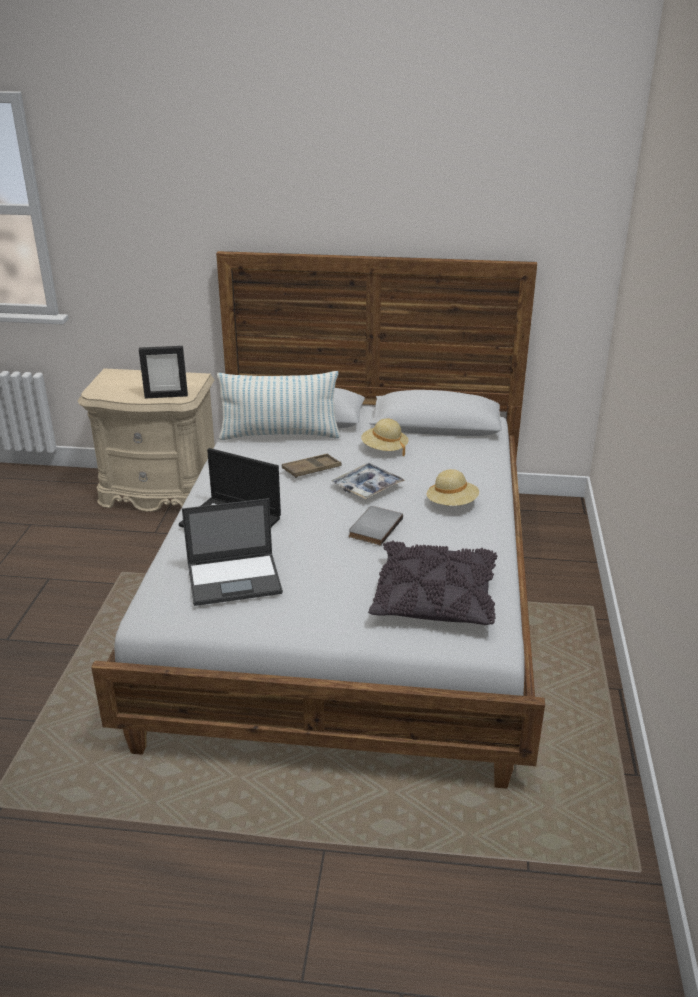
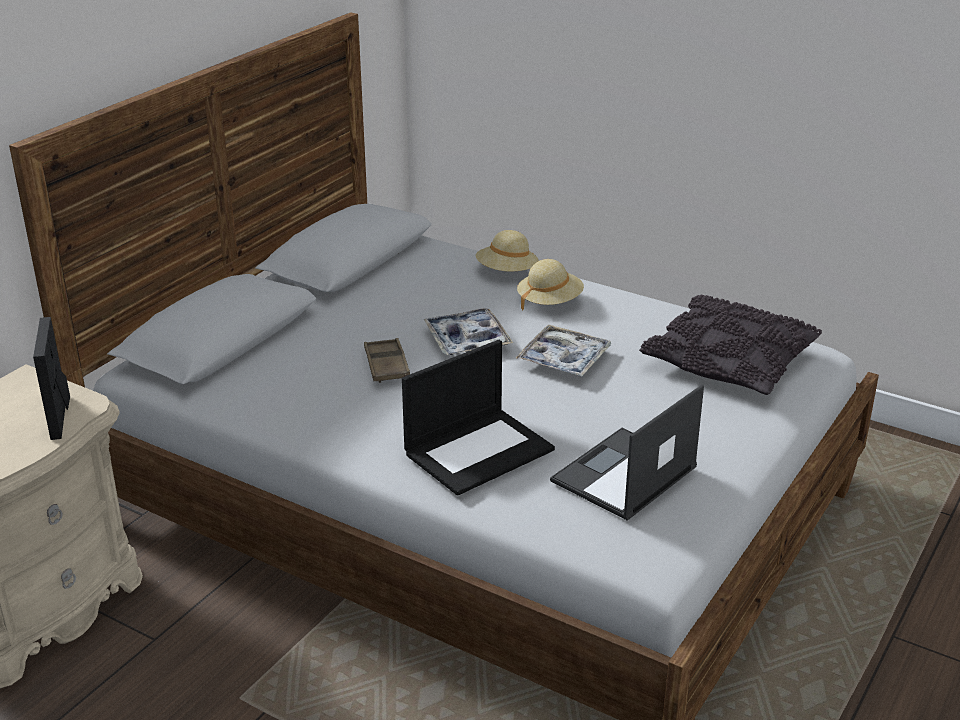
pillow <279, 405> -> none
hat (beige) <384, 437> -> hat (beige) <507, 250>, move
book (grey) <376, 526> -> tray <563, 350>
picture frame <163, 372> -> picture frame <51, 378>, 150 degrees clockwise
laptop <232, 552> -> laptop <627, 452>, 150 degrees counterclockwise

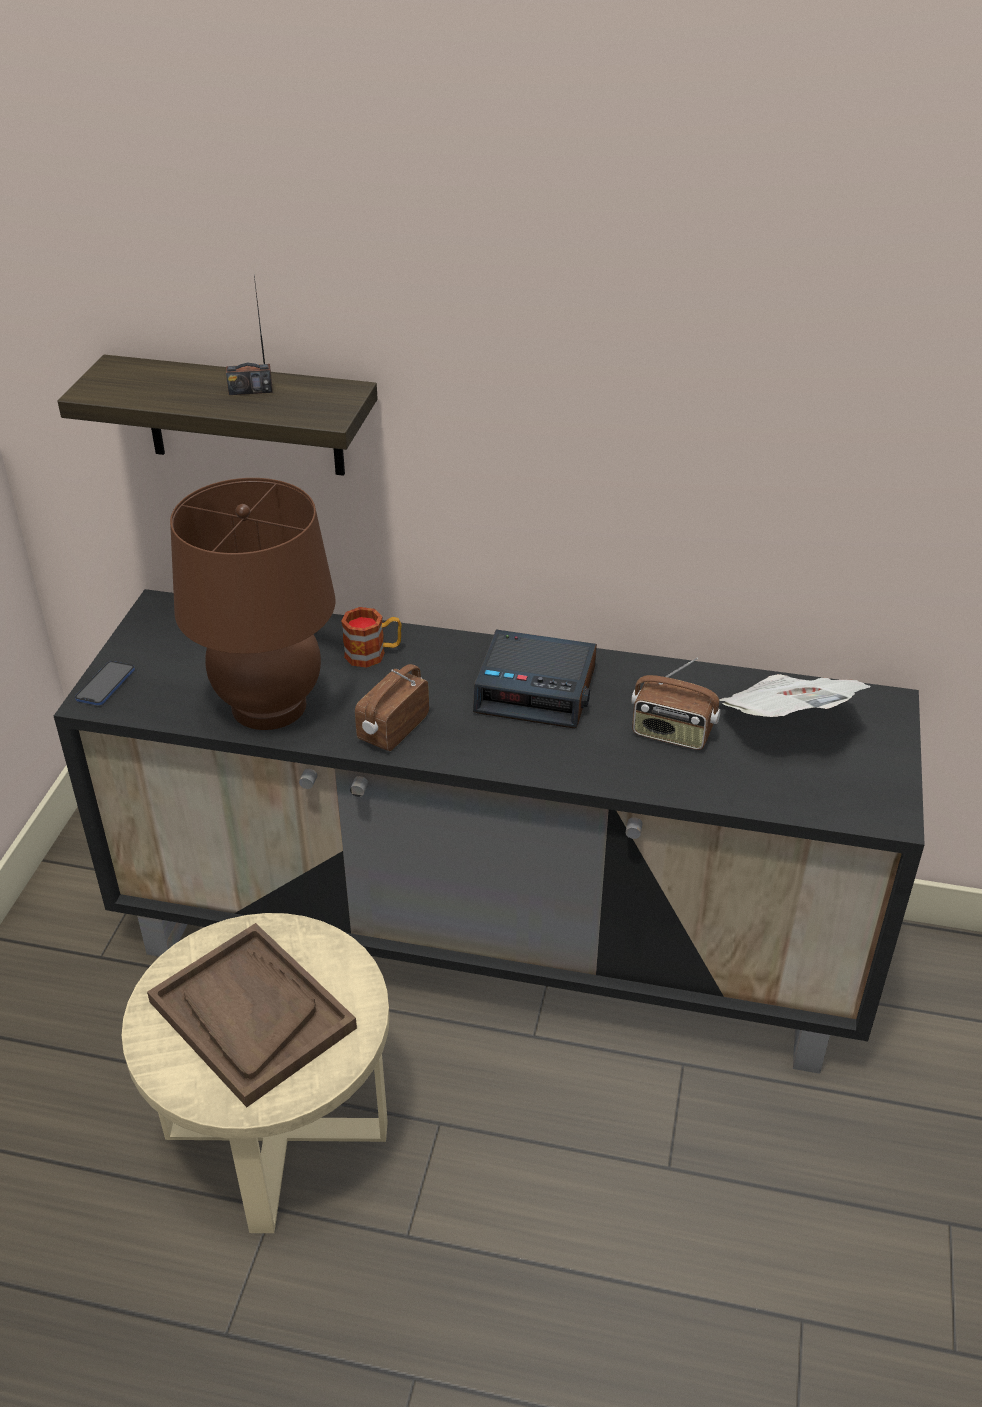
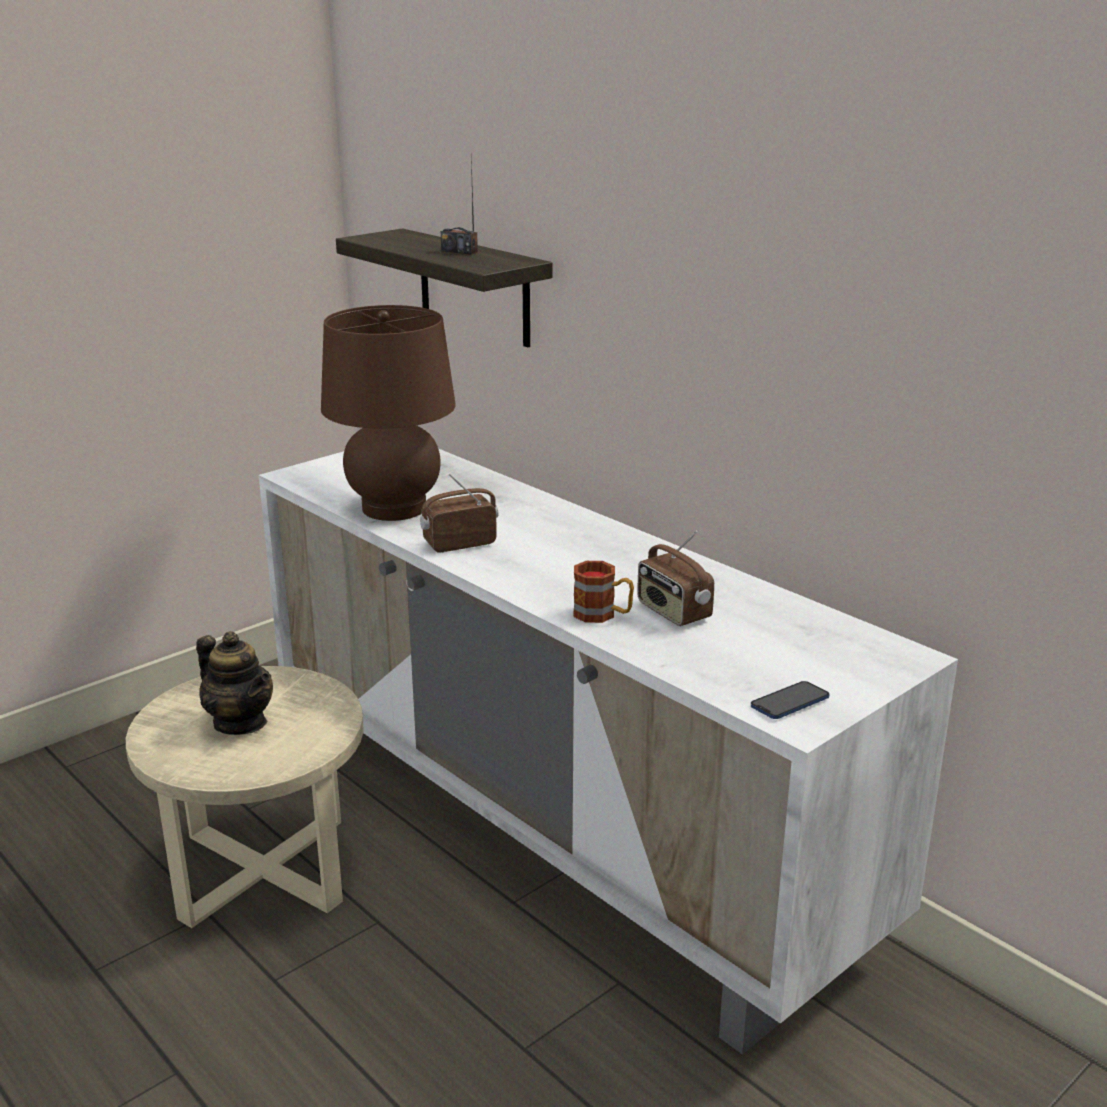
alarm clock <535, 679> -> none
newspaper <795, 695> -> none
phone <105, 683> -> phone <790, 700>, move
mug <371, 637> -> mug <603, 592>, move
tray (brown) <252, 1015> -> teapot <234, 683>
tv stand (black) <489, 831> -> tv stand (white) <608, 752>

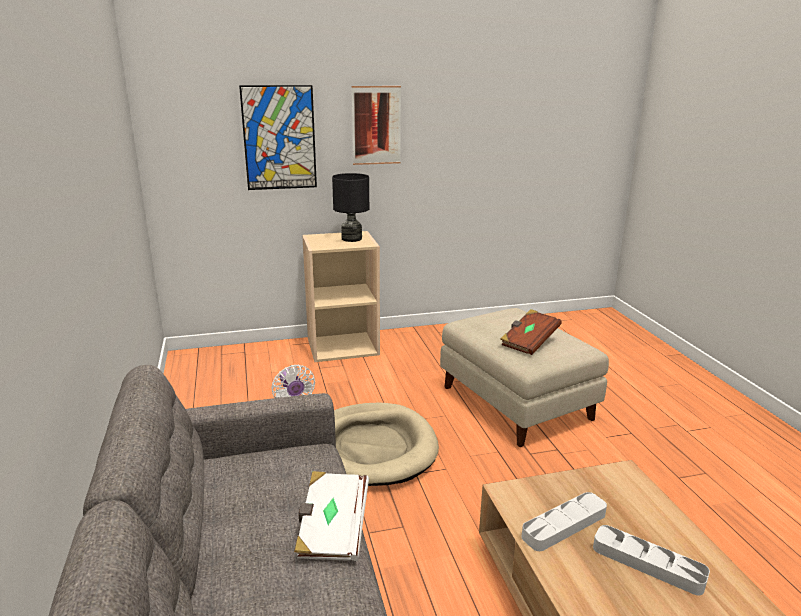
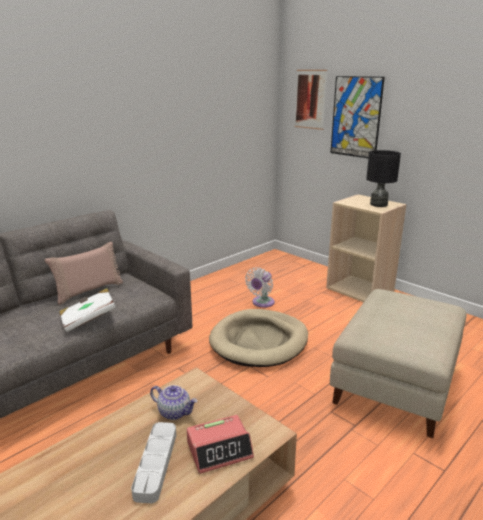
book (brown) <531, 332> -> none
none -> pillow (beige) <84, 273>
none -> alarm clock <220, 444>
picture <376, 125> -> picture <310, 100>, move
tray (grey) <564, 521> -> teapot <173, 402>

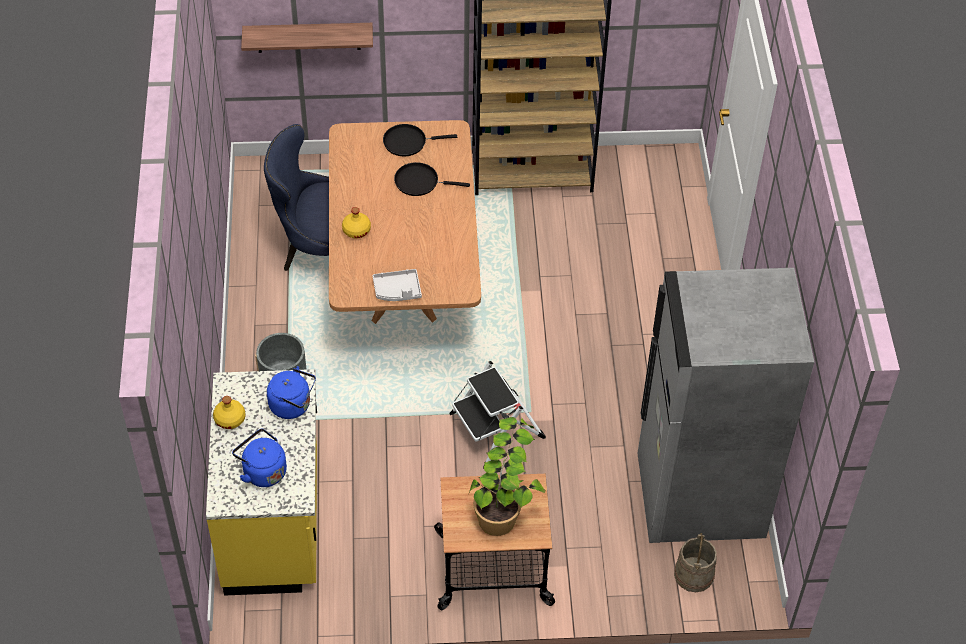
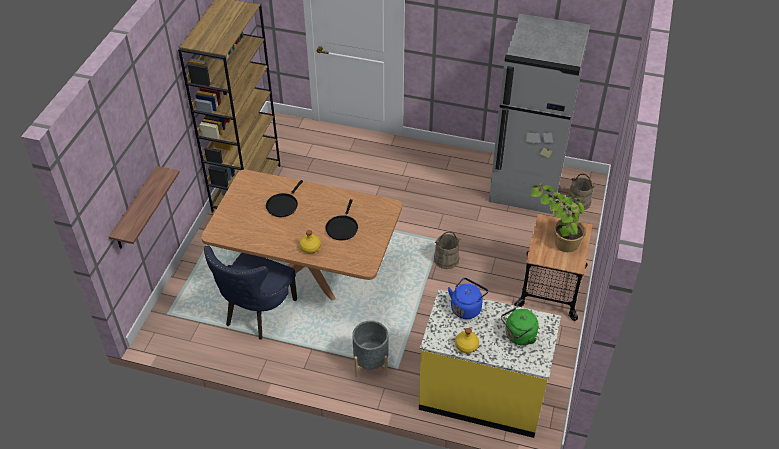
tray (grey) <397, 285> -> none
frying pan (black) <420, 140> -> frying pan (black) <342, 219>, move
step ladder <497, 414> -> bucket (beige) <447, 250>
kettle (blue) <259, 457> -> kettle (green) <520, 326>

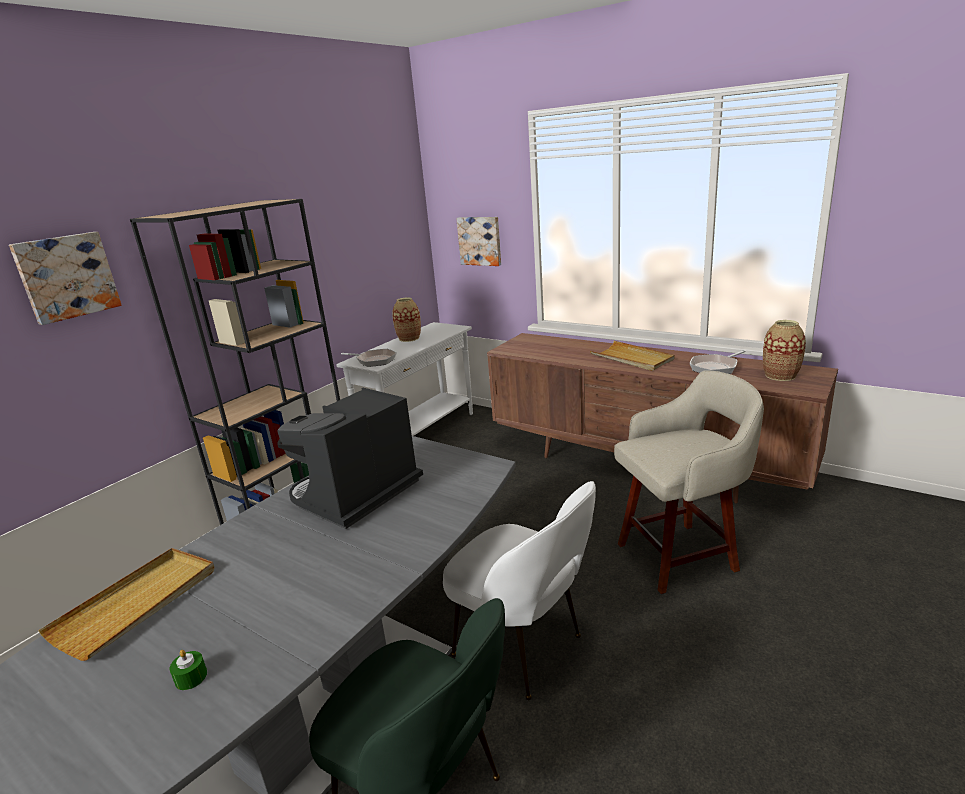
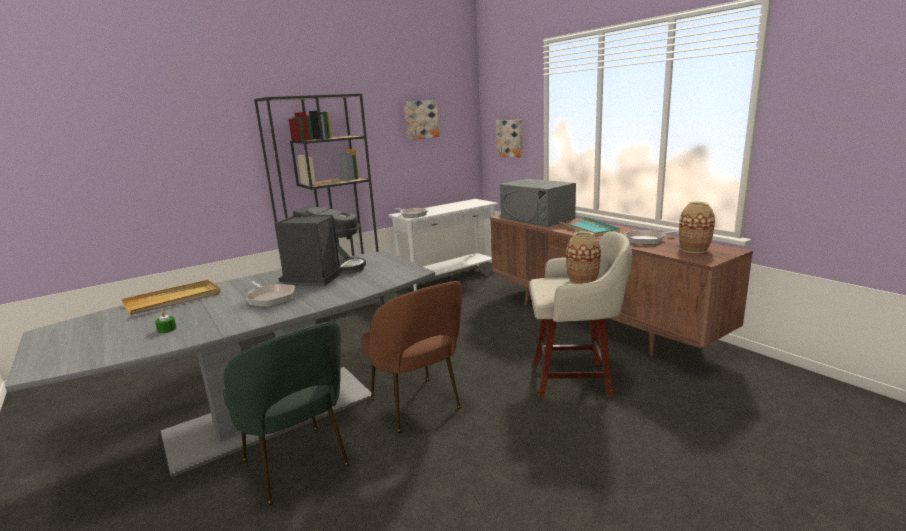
none -> frying pan <270, 294>
none -> microwave (grey) <538, 203>
picture <65, 278> -> picture <421, 120>, move
vase <406, 319> -> vase <583, 257>, move
chair (white) <519, 590> -> chair (brown) <412, 357>
tray (beige) <632, 356> -> tray (turquoise) <589, 227>
coffee machine <350, 458> -> coffee machine <320, 246>, 135 degrees clockwise

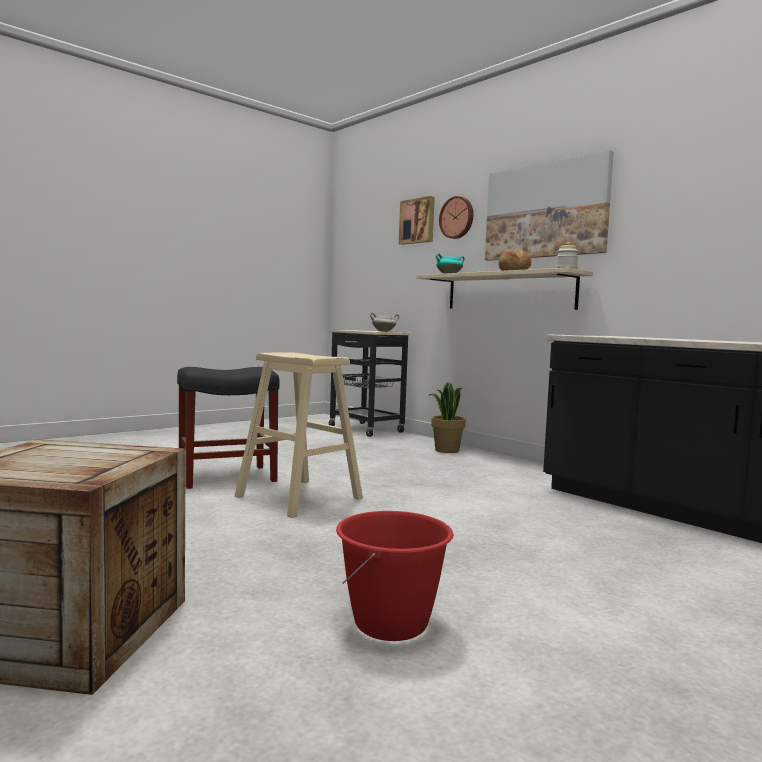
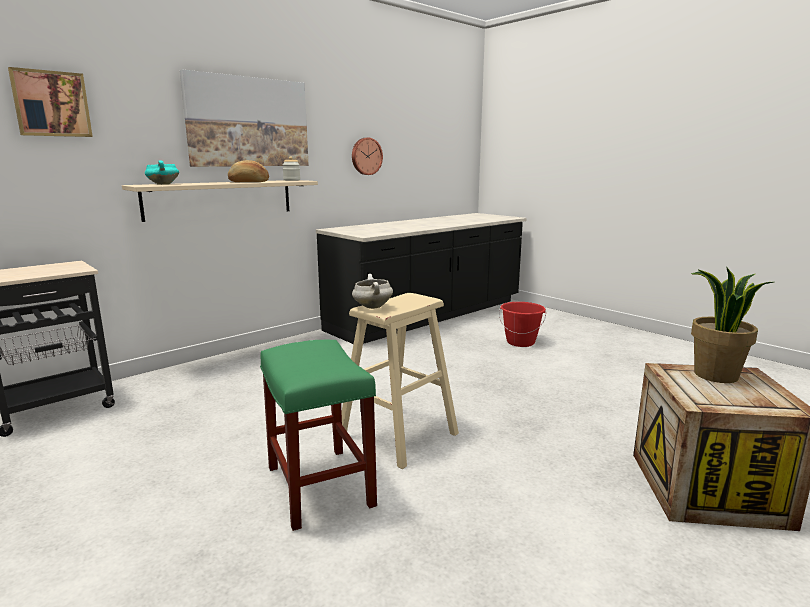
bucket (red) <395, 576> -> bucket (red) <522, 324>, move
cooking pot (white) <384, 322> -> cooking pot (white) <372, 291>, move
potted plant <447, 417> -> potted plant <732, 324>, move
wall clock <456, 217> -> wall clock <367, 156>, move
stool (black) <228, 428> -> stool (green) <318, 435>

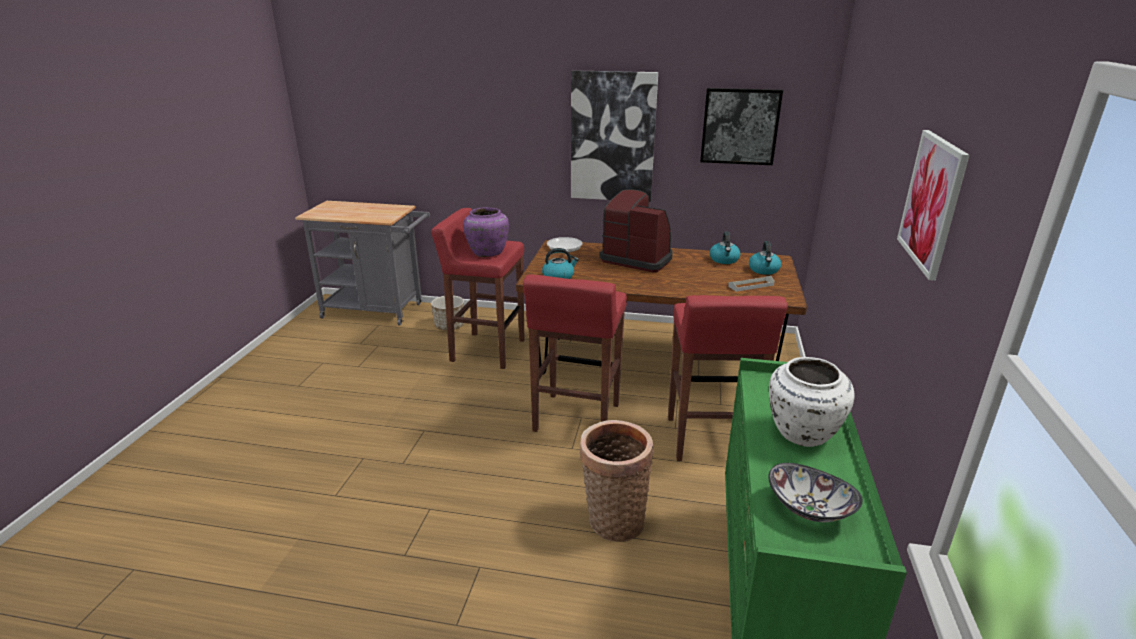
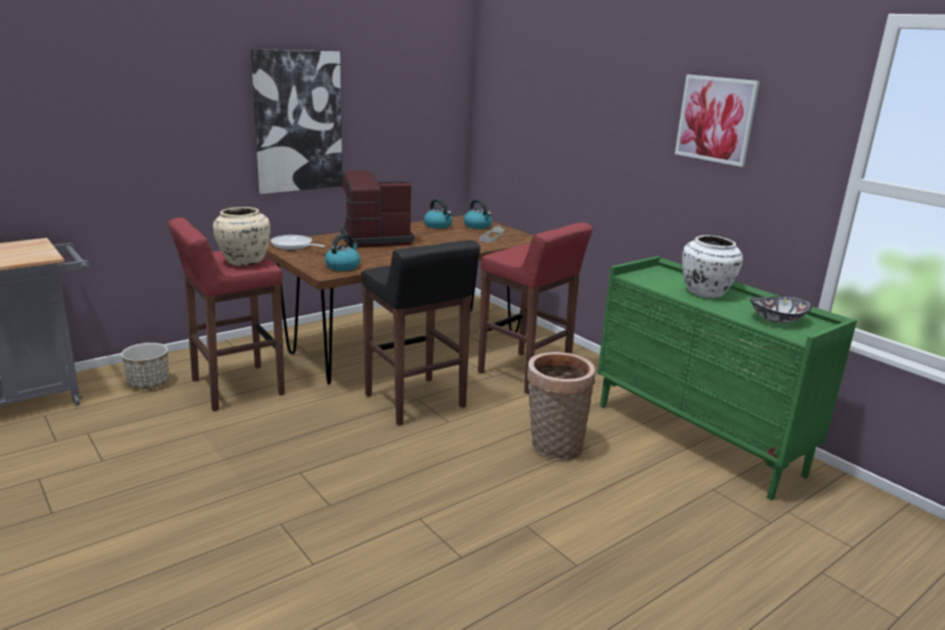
picture <741, 126> -> none
vase (purple) <486, 232> -> vase (beige) <241, 236>
stool (red) <575, 353> -> stool (black) <421, 333>

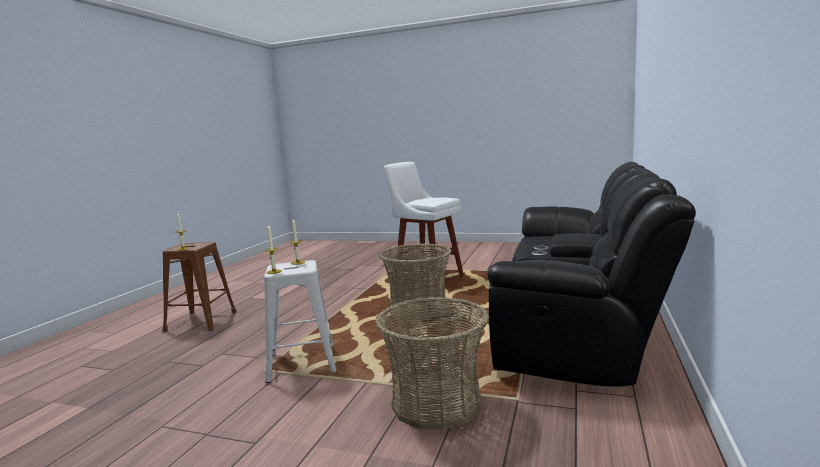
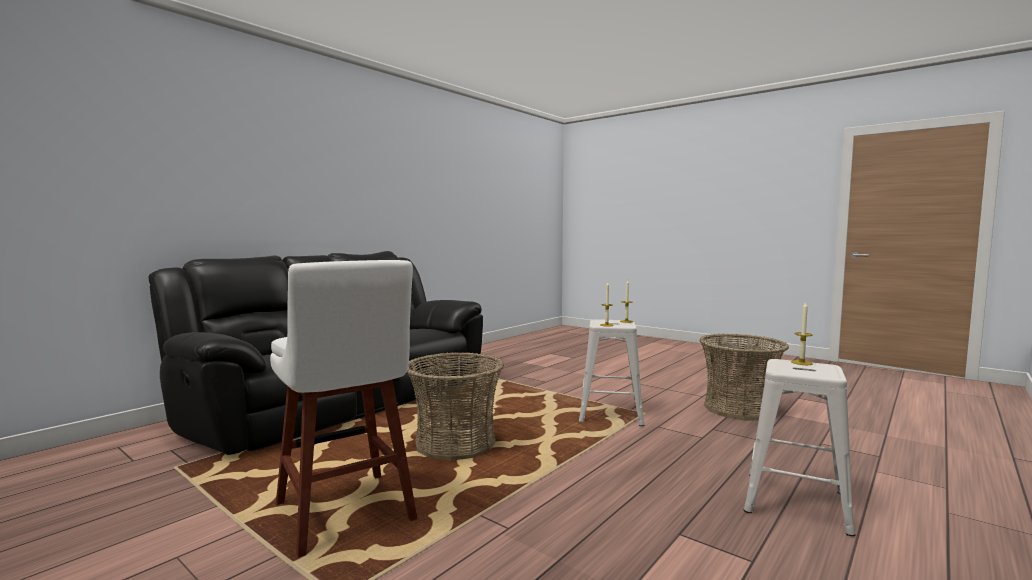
basket <432, 363> -> basket <744, 377>, move
stool (brown) <199, 287> -> stool (white) <799, 447>

